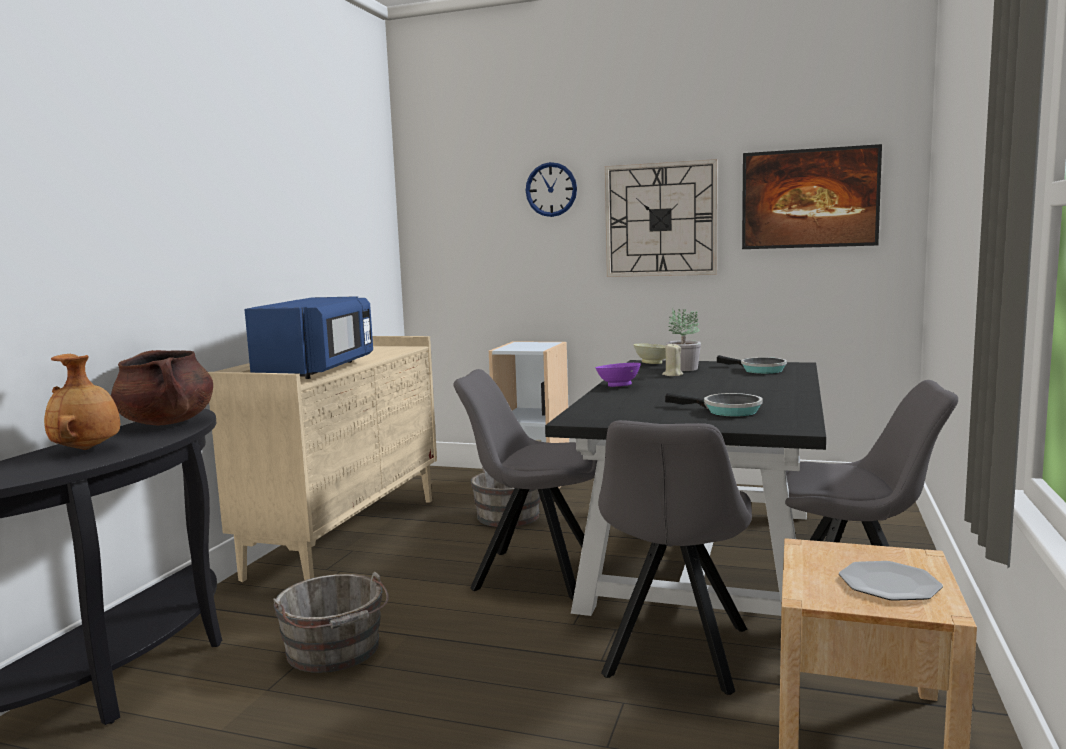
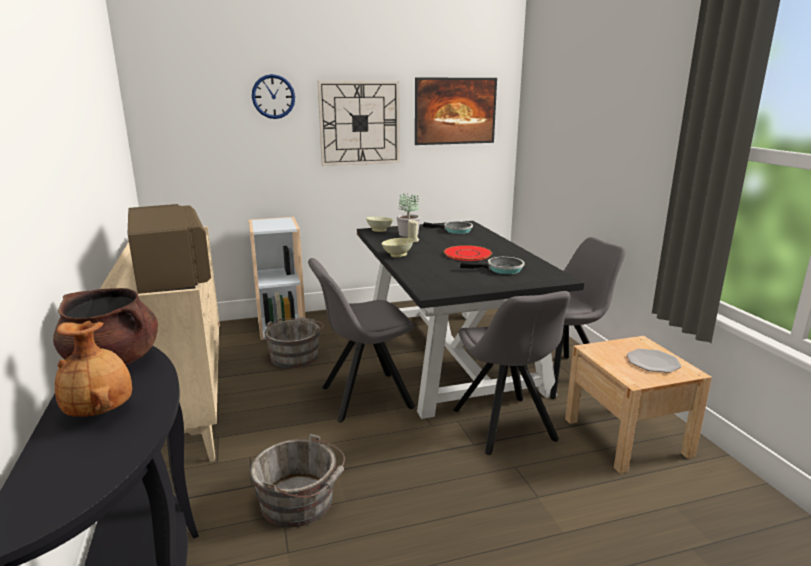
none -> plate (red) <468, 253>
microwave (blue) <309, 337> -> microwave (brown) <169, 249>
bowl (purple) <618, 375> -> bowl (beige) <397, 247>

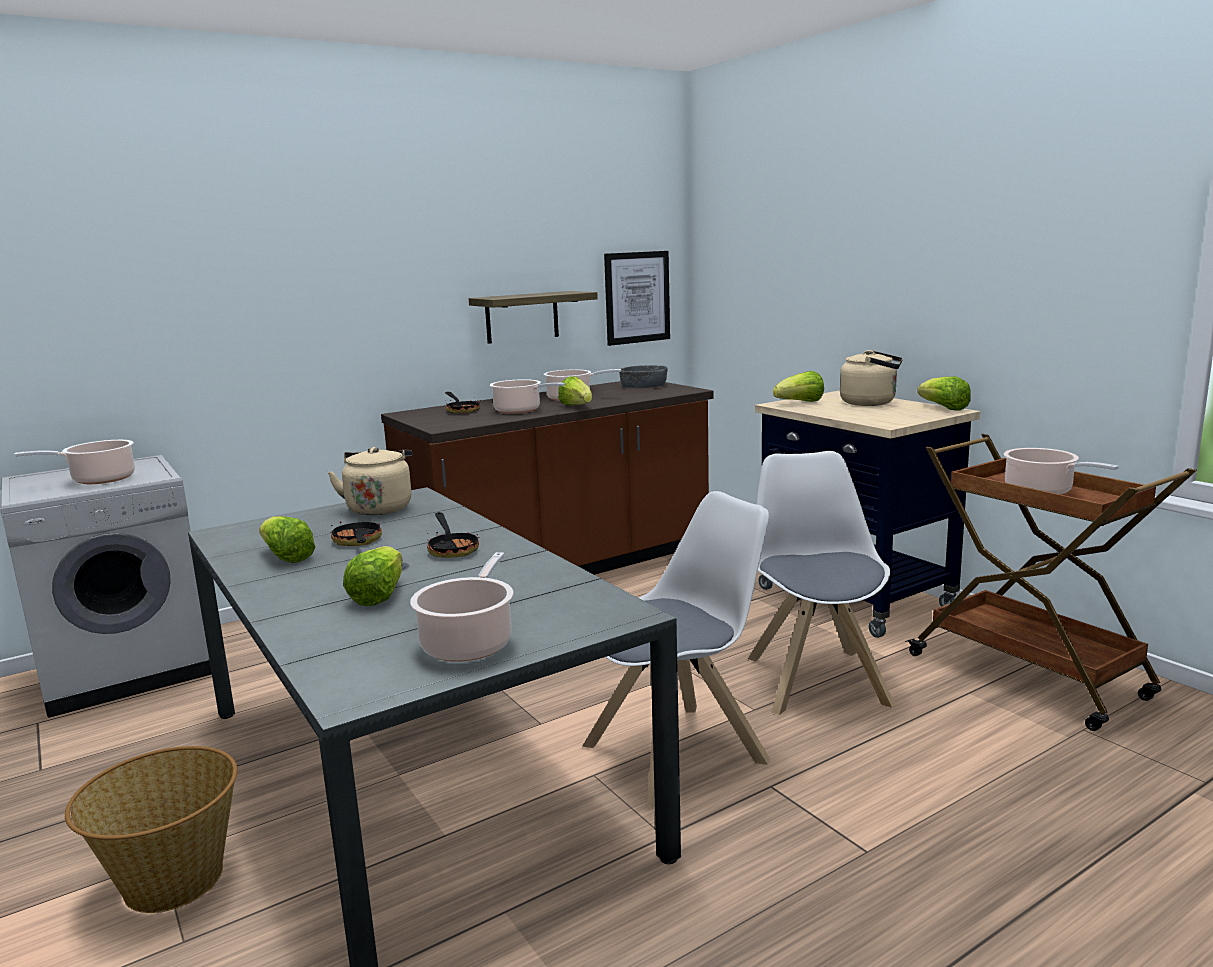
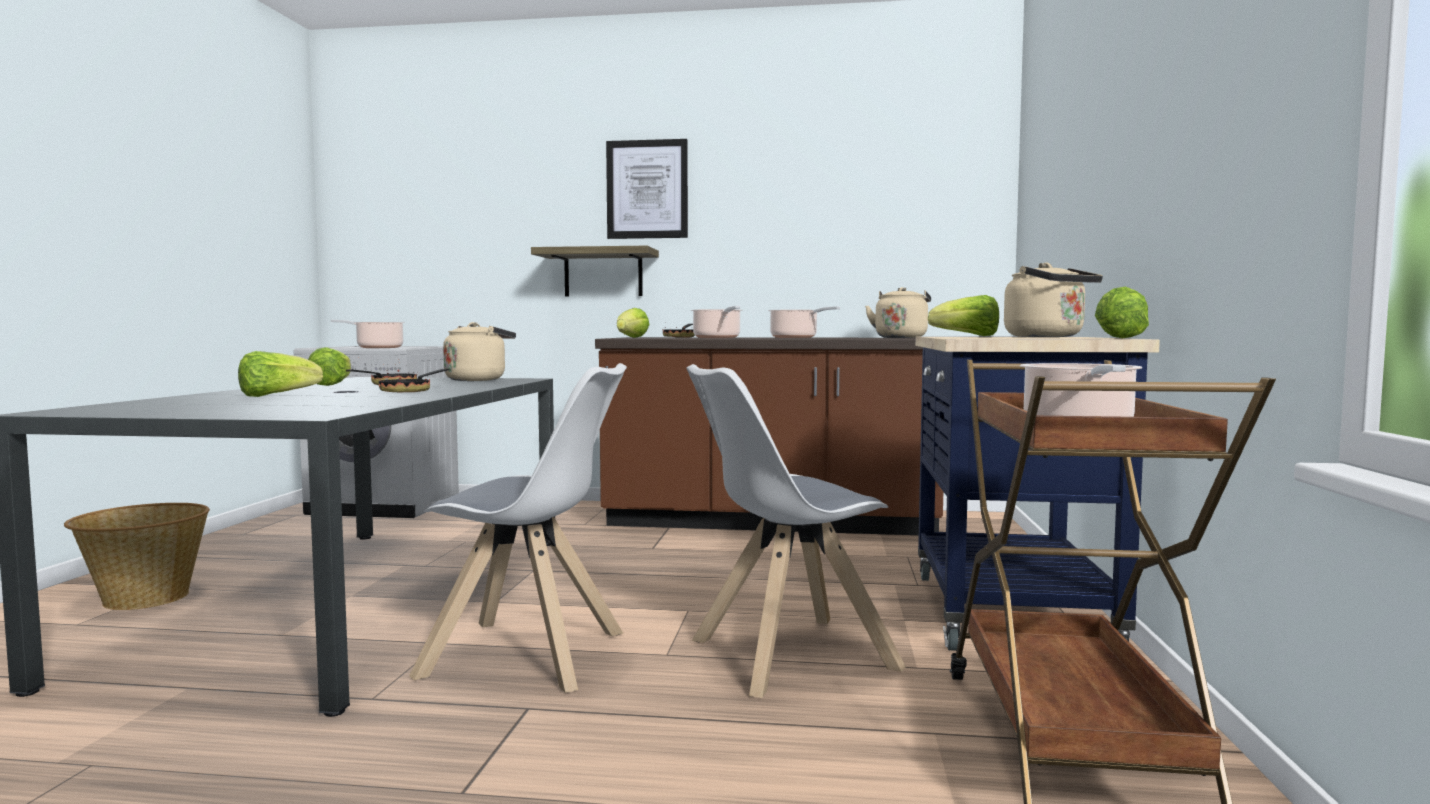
cooking pot <462, 607> -> none
shelf <533, 317> -> shelf <595, 271>, move
lettuce <575, 391> -> lettuce <633, 323>, move
picture <637, 298> -> picture <647, 189>, move
bowl (grey) <643, 376> -> kettle (beige) <898, 312>
chair <821, 583> -> chair <796, 531>, 150 degrees counterclockwise

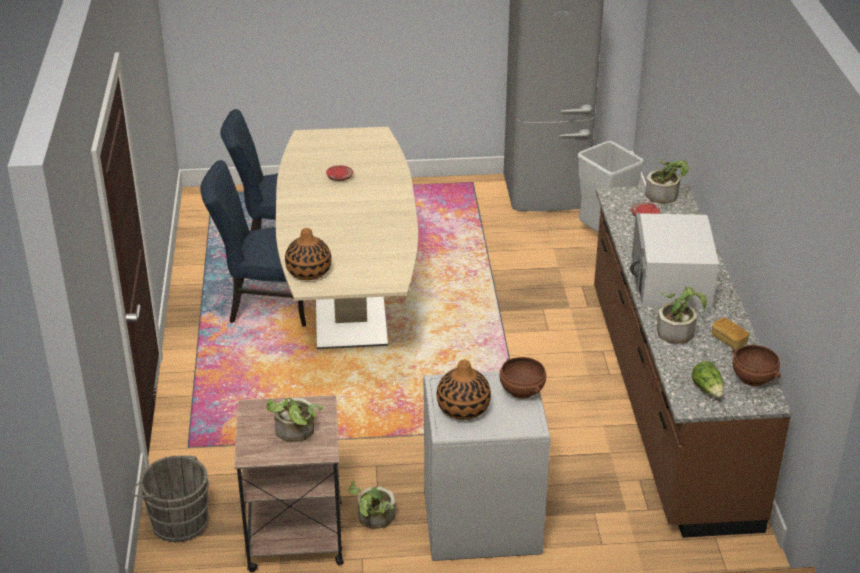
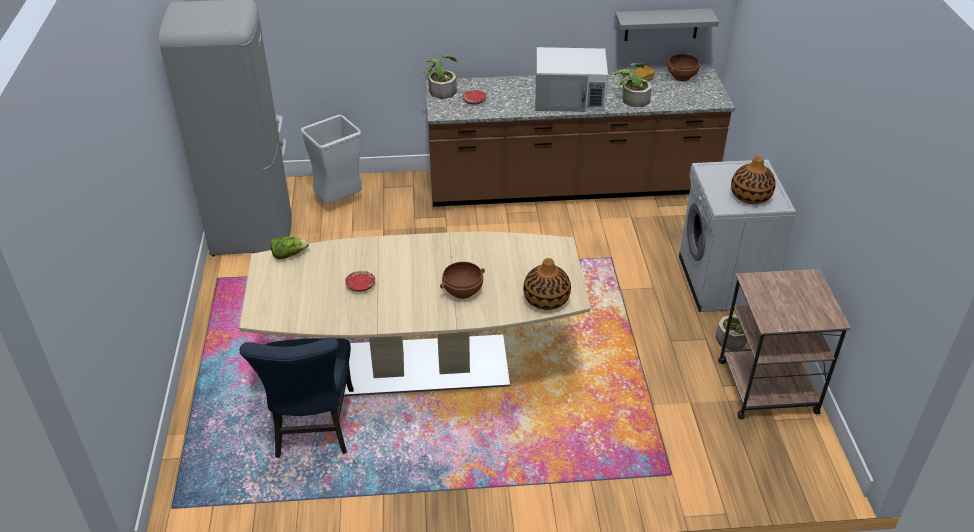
bucket (grey) <171, 499> -> none
chair (blue) <253, 243> -> none
potted plant <295, 420> -> none
none -> shelf (grey) <667, 24>
bowl (brown) <523, 378> -> bowl (brown) <462, 280>, move
lettuce <708, 379> -> lettuce <290, 248>, move

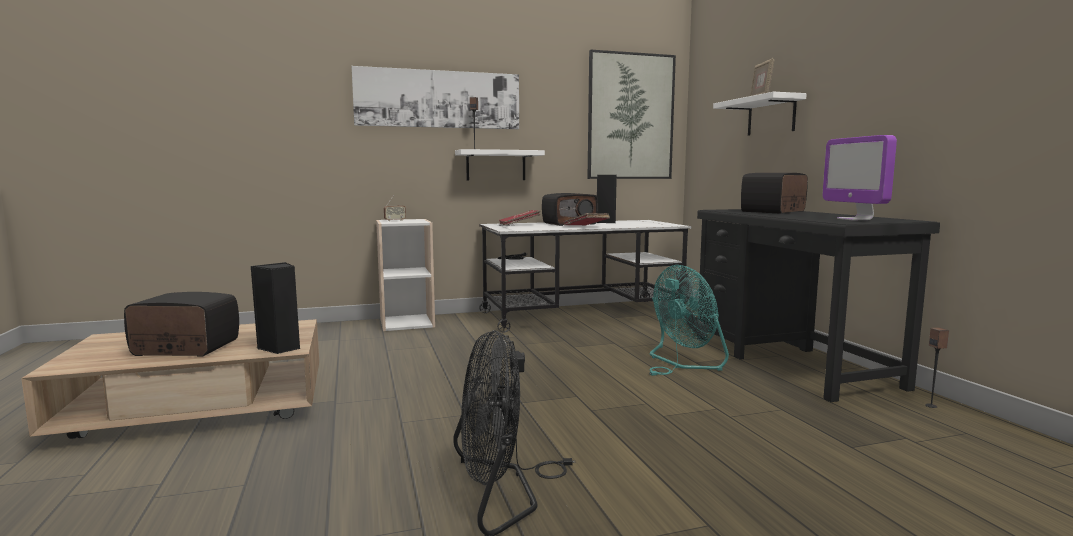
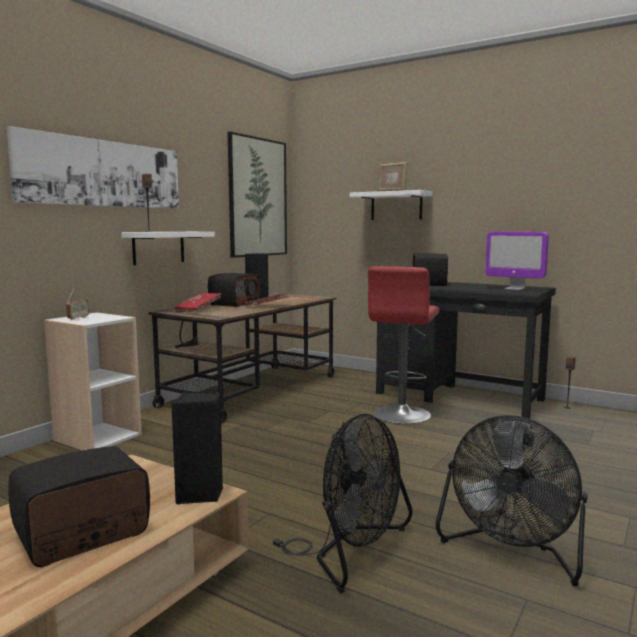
none -> fan (black) <343, 503>
fan (turquoise) <688, 320> -> stool (red) <403, 345>
desk (white) <585, 276> -> desk (brown) <242, 358>

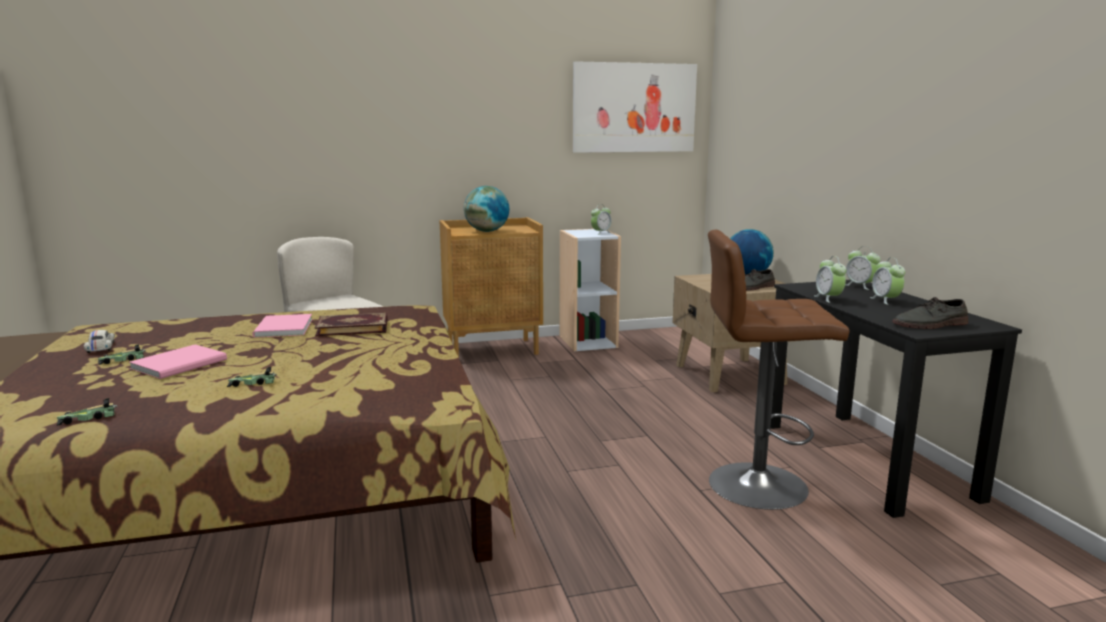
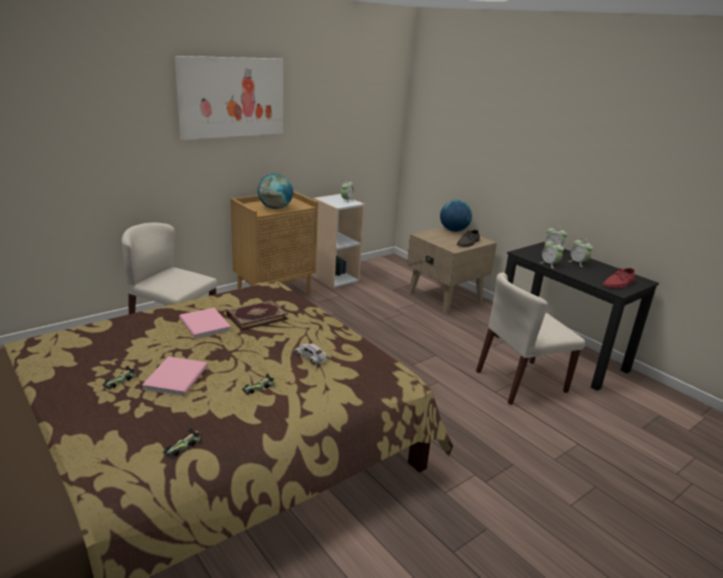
toy car (white) <99, 341> -> toy car (white) <311, 354>, move
picture <635, 107> -> picture <228, 98>, move
stool (brown) <779, 370> -> chair (beige) <530, 339>
shoe (grey) <930, 313> -> shoe (red) <619, 278>

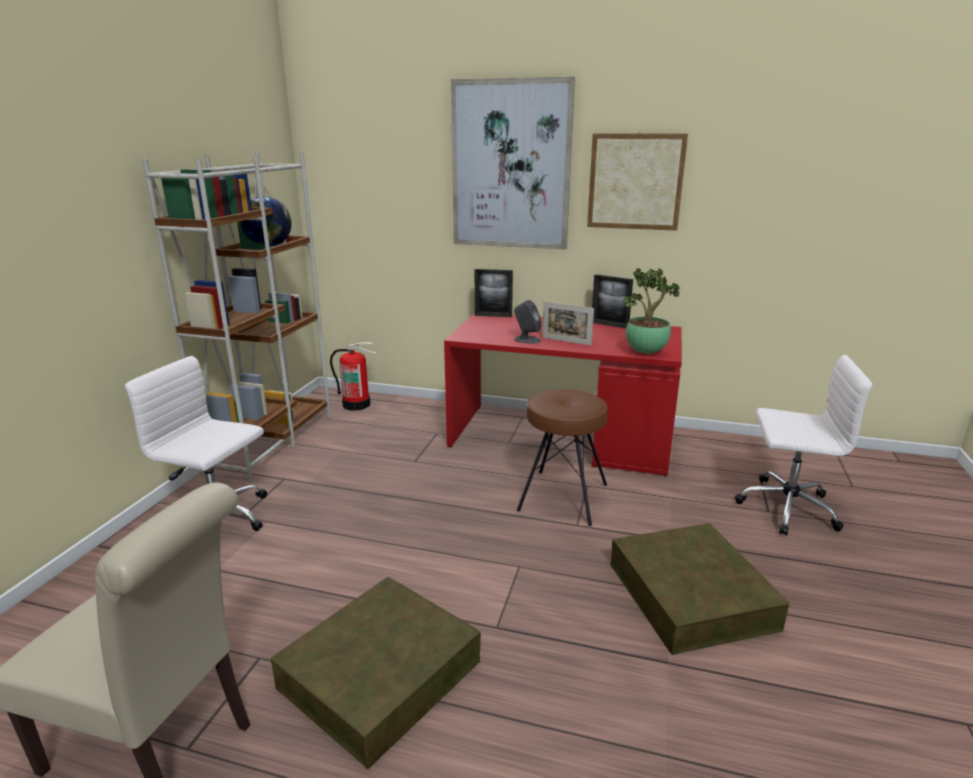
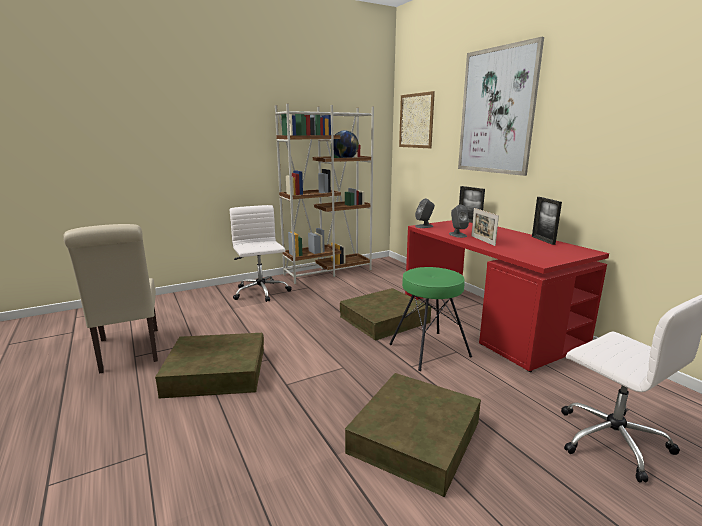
fire extinguisher <353, 376> -> none
potted plant <652, 311> -> none
none -> storage box (brown) <385, 314>
none -> speaker (grey) <425, 213>
picture <637, 181> -> picture <417, 119>, move
stool (brown) <562, 457> -> stool (green) <430, 319>

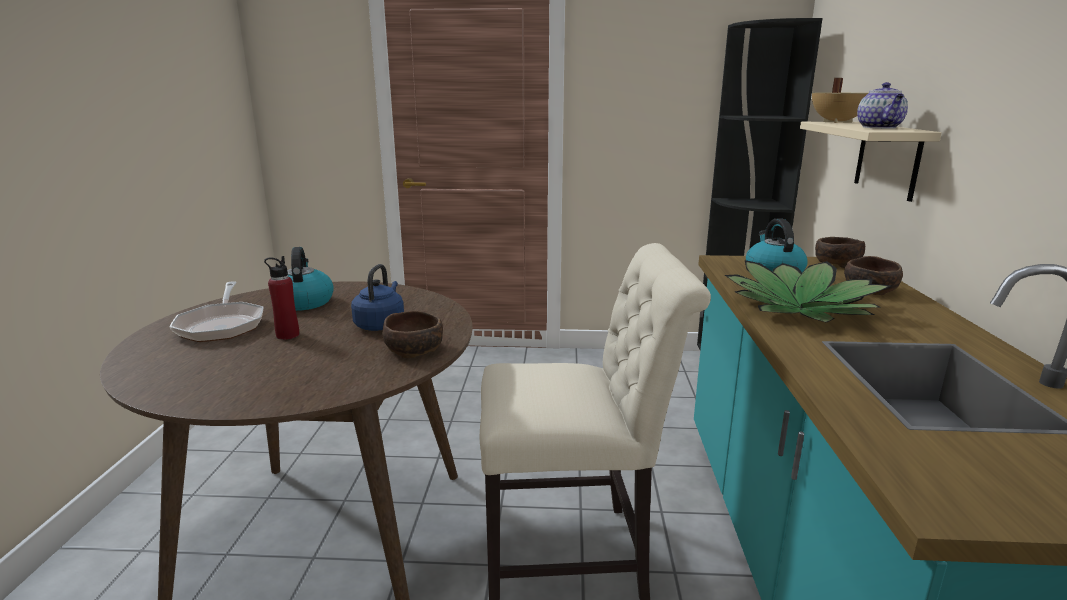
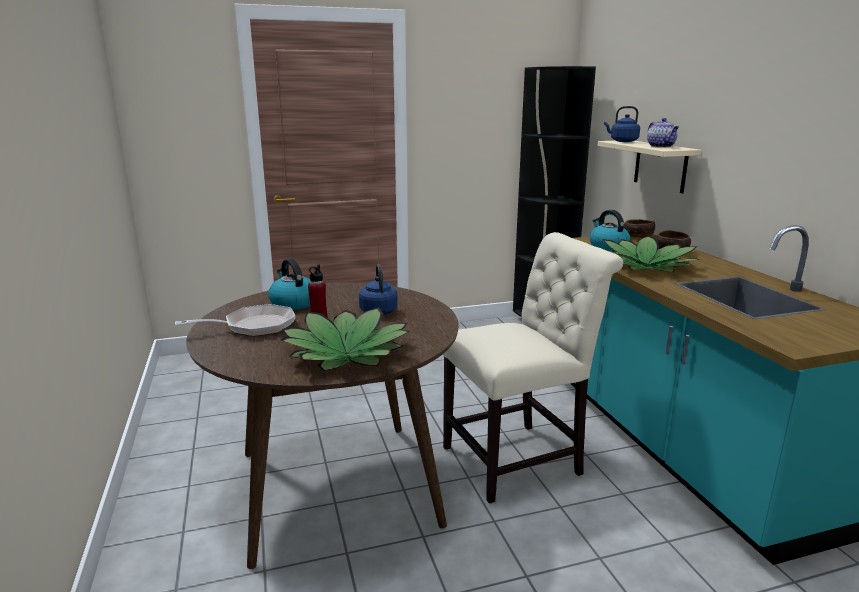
bowl (brown) <413, 334> -> none
none -> potted plant <345, 339>
cooking pot (beige) <840, 100> -> kettle (blue) <622, 124>
frying pan <216, 311> -> frying pan <235, 320>, 75 degrees counterclockwise

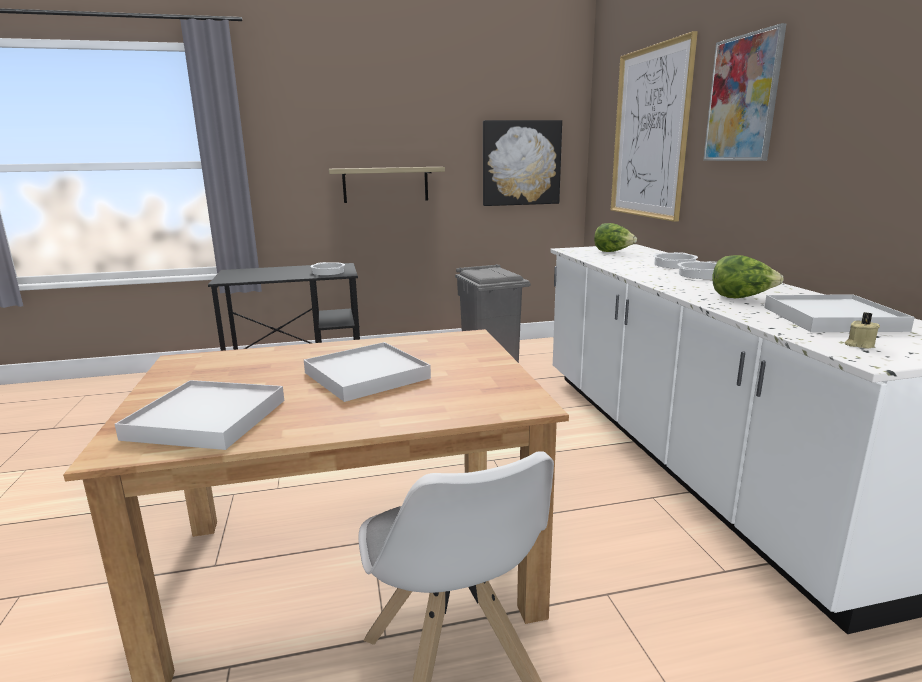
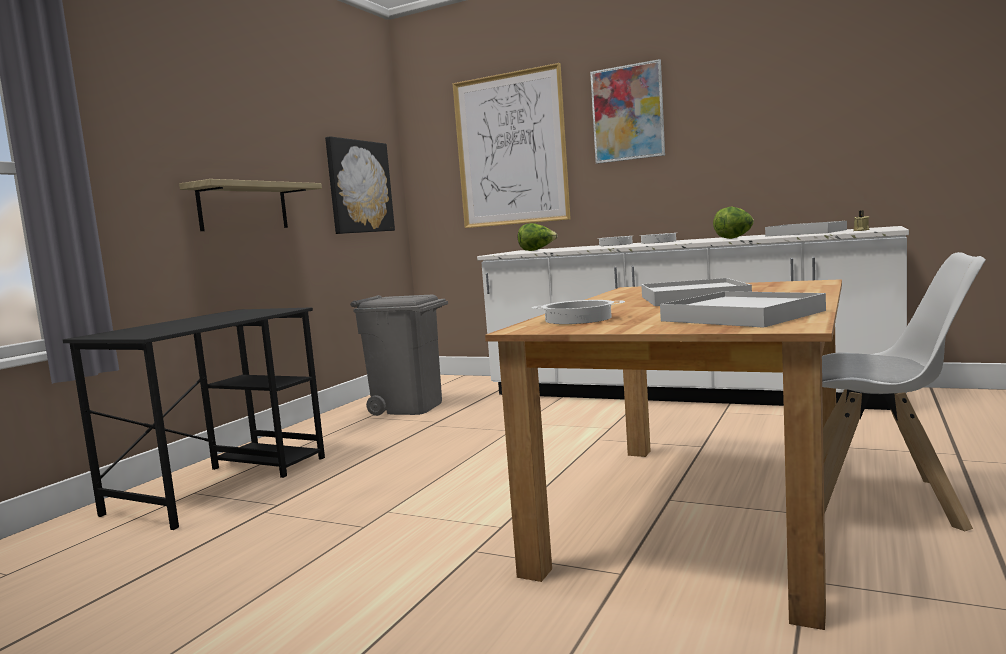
cooking pot <327, 268> -> cooking pot <578, 312>, move

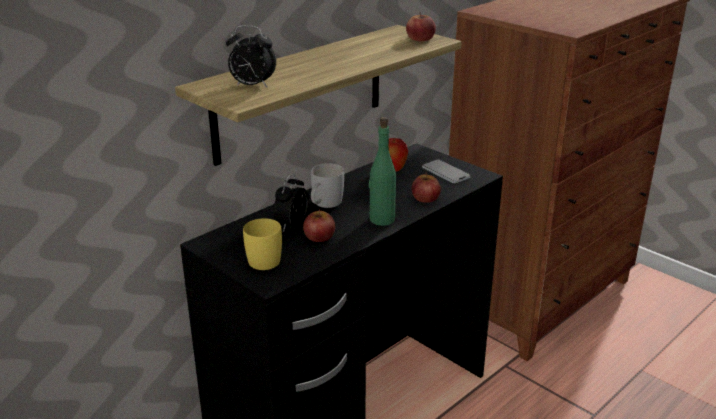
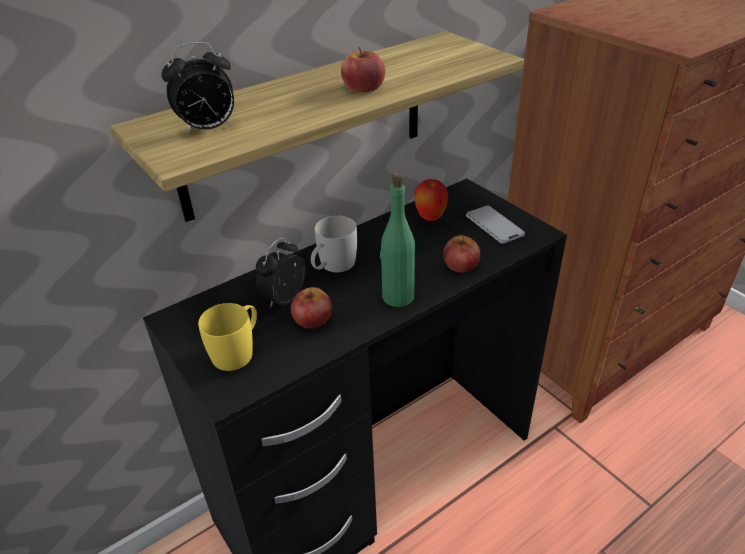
apple <421, 27> -> apple <363, 69>, move
alarm clock <251, 56> -> alarm clock <197, 88>, 45 degrees counterclockwise

